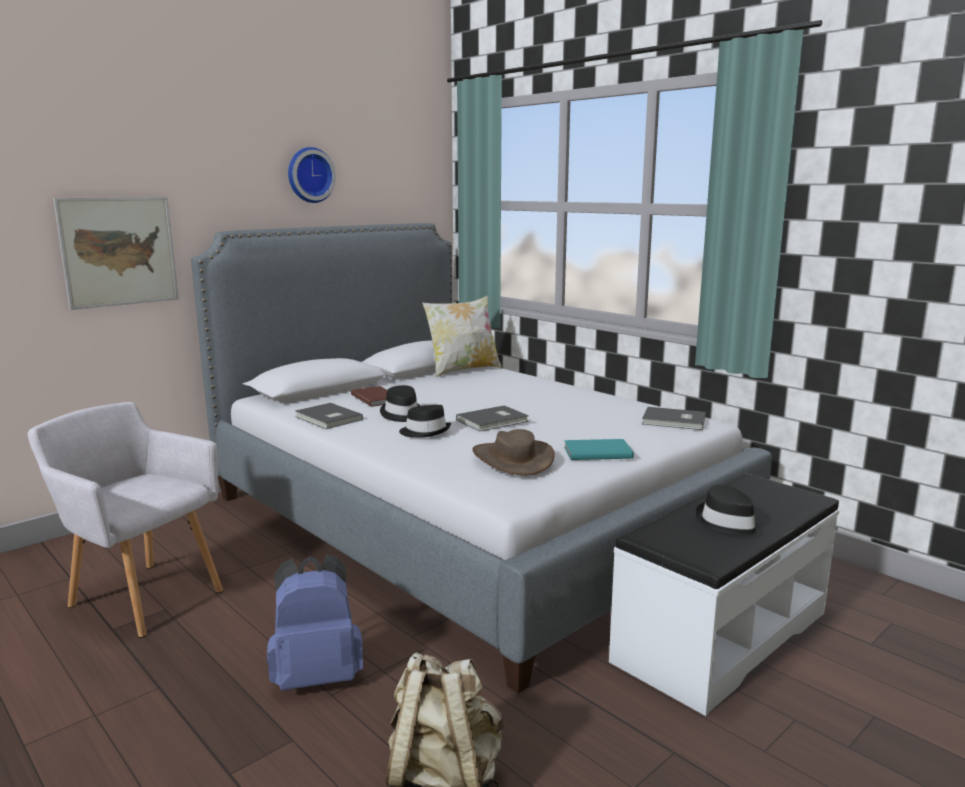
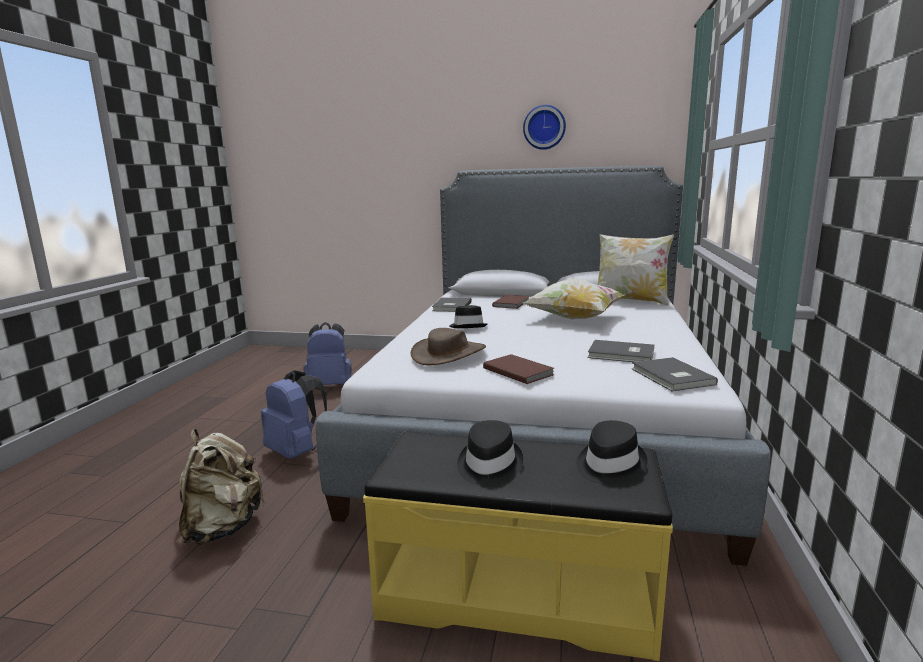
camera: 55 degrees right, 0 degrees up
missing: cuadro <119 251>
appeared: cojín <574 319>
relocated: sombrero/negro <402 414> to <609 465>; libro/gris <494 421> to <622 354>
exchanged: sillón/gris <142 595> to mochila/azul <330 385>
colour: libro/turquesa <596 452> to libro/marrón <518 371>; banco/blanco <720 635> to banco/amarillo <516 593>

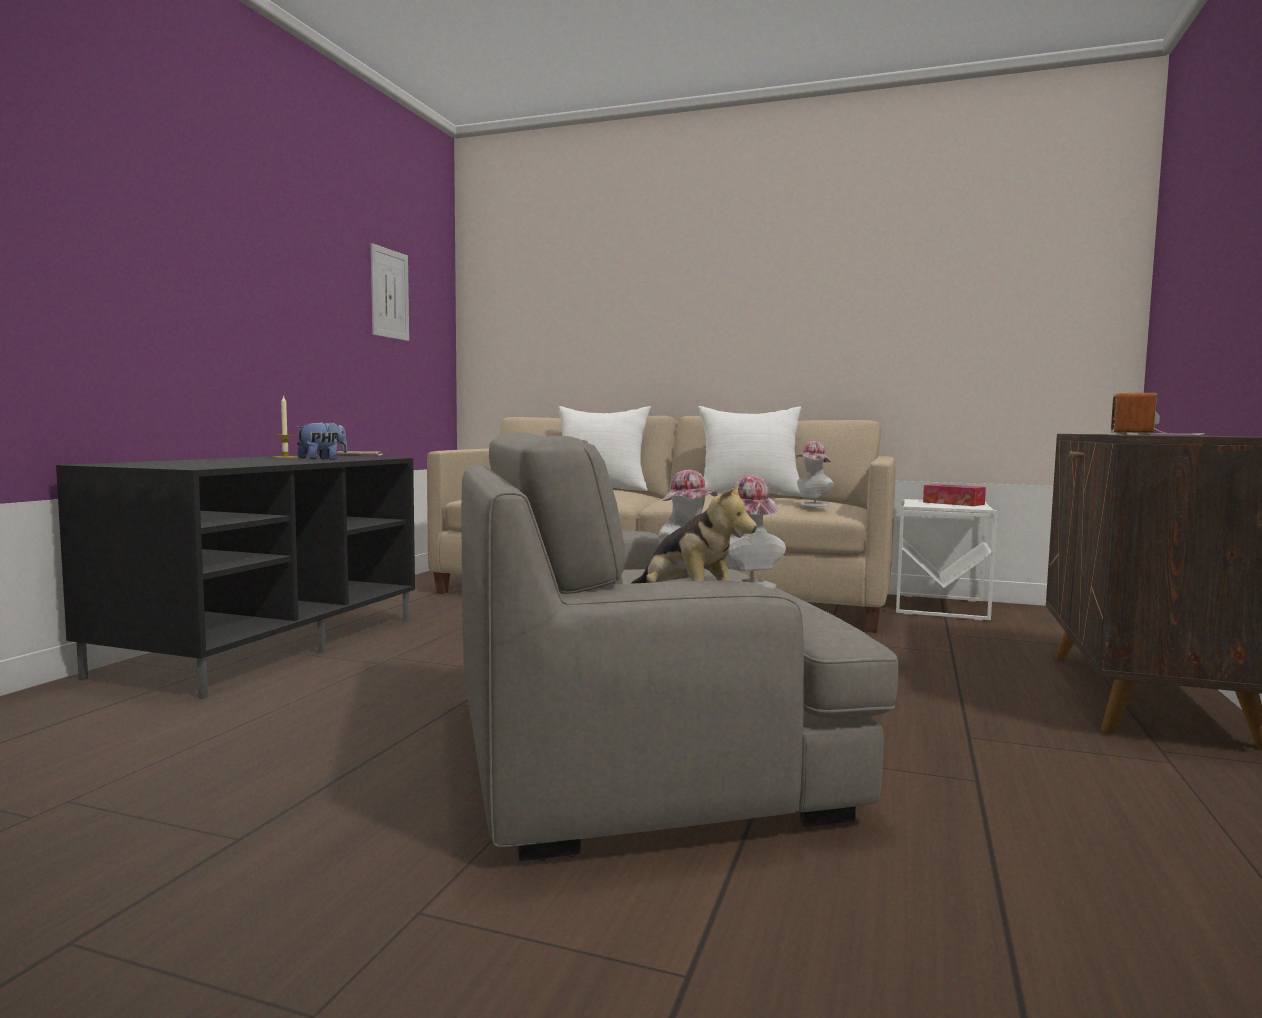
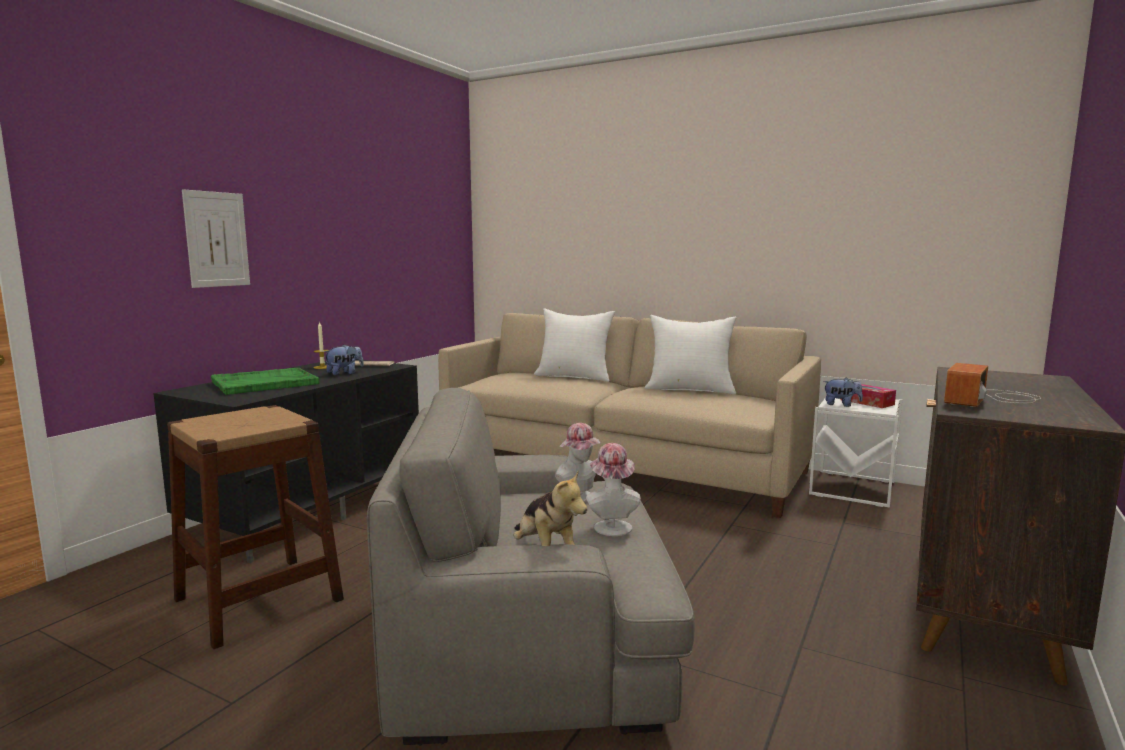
camera: 10 degrees right, 5 degrees up
missing: sombrero <812 505>
appeared: taburete/marrón <258 599>; bandeja/verde <264 383>; peluche <841 405>
relocated: cuadro <389 294> to <217 239>

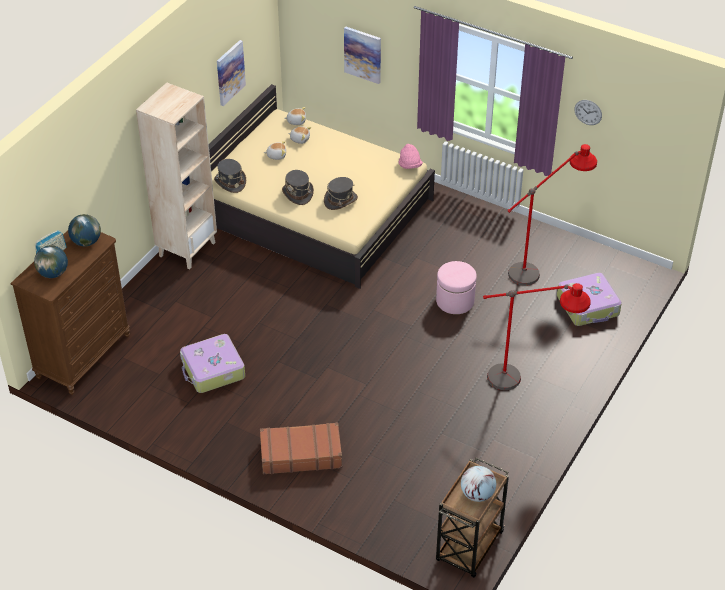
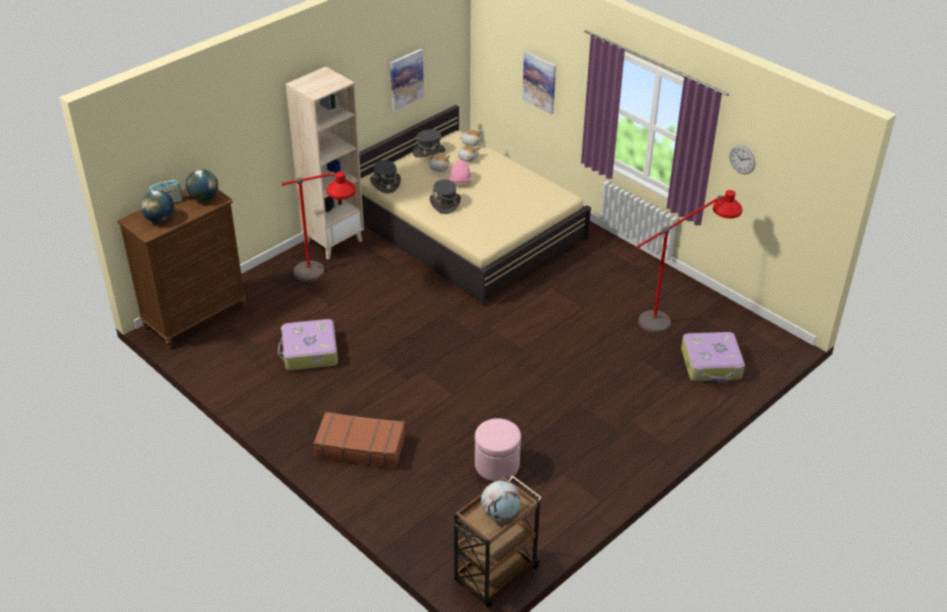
camera: 15 degrees right, 5 degrees down
relocated: sombrero/gris <340 200> to <429 152>; sombrero/rosa <410 165> to <460 181>; puf/rosa <455 301> to <497 465>; lámpara de pie/rojo <526 385> to <325 281>

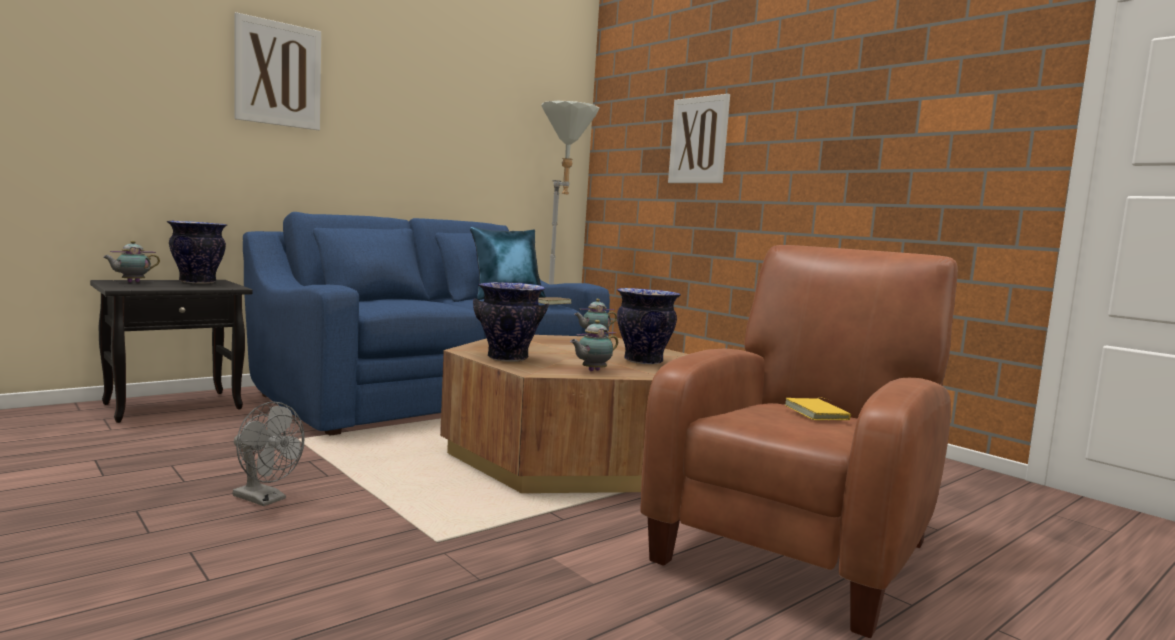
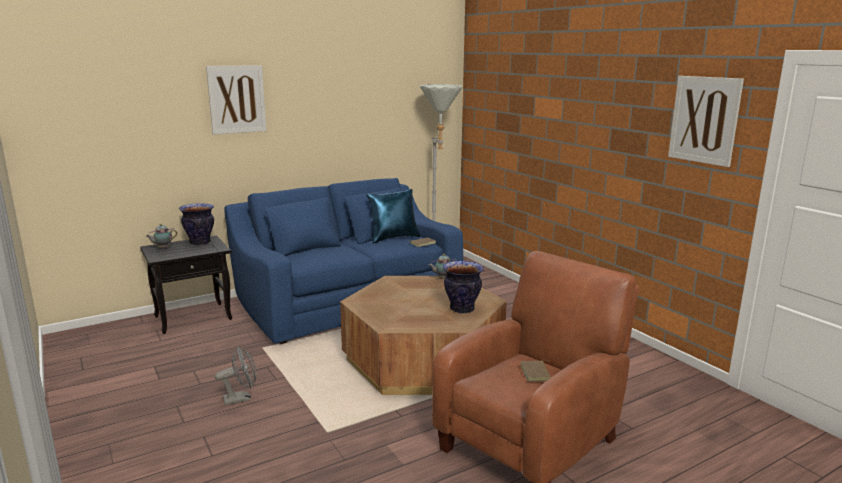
camera: 10 degrees right, 10 degrees up
missing: florero <507 358>; tetera <592 371>
relocated: cuadro <698 140> to <704 120>
colour: libro/amarillo <818 413> to libro/marrón <536 373>
spun: ventilador/gris <265 499> = <241 398> 60 degrees counterclockwise

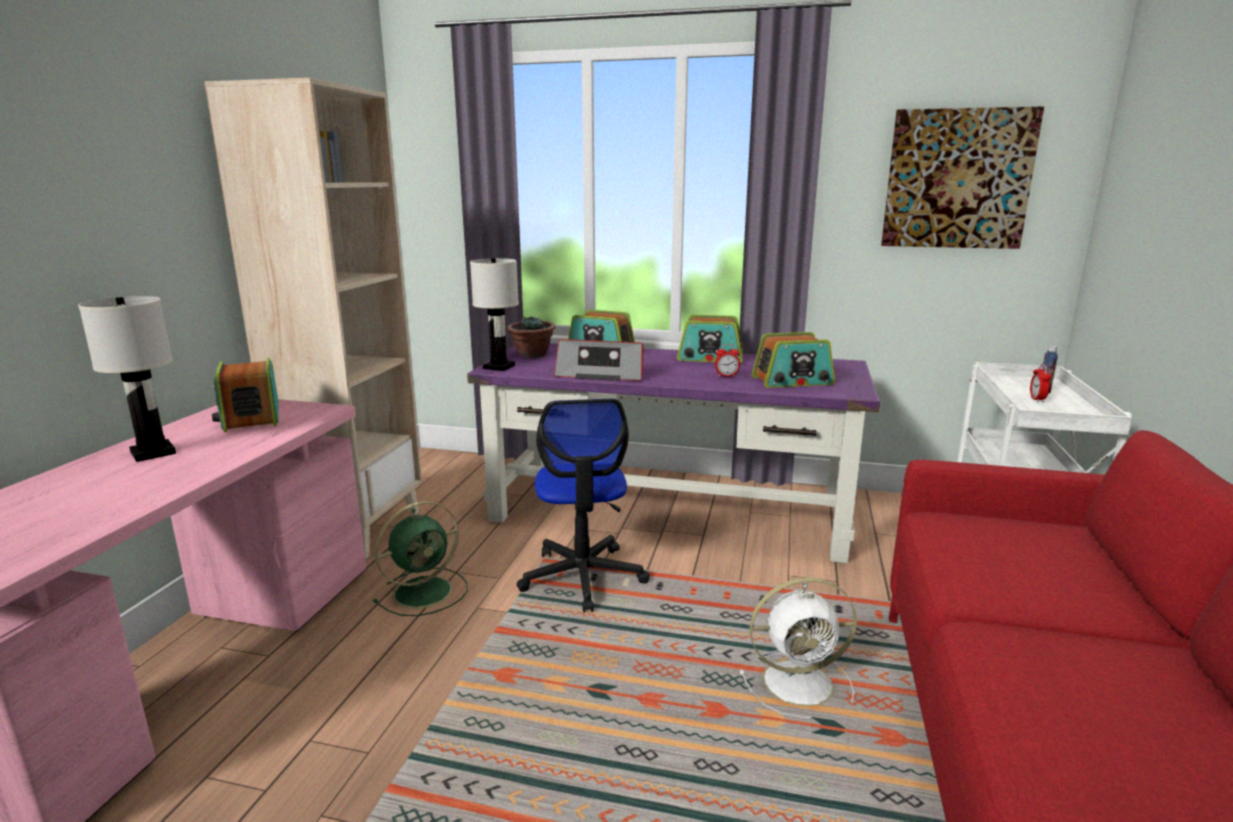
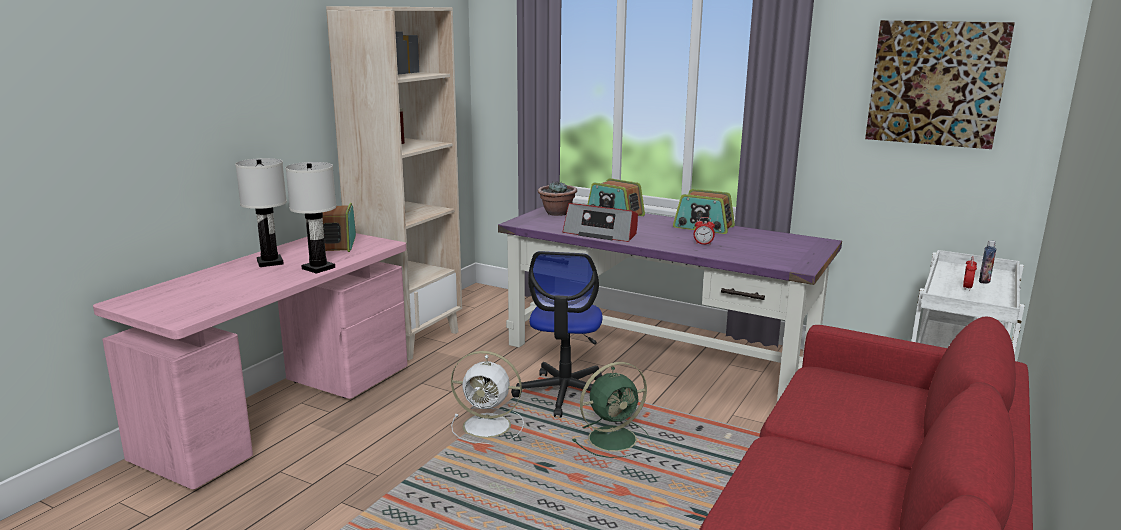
camera: 15 degrees right, 0 degrees up
missing: radio <792 381>
relocated: ventilador/verde <425 591> to <614 438>; lámpara de mesa/blanco <498 367> to <318 268>; ventilador/blanco <801 683> to <489 426>

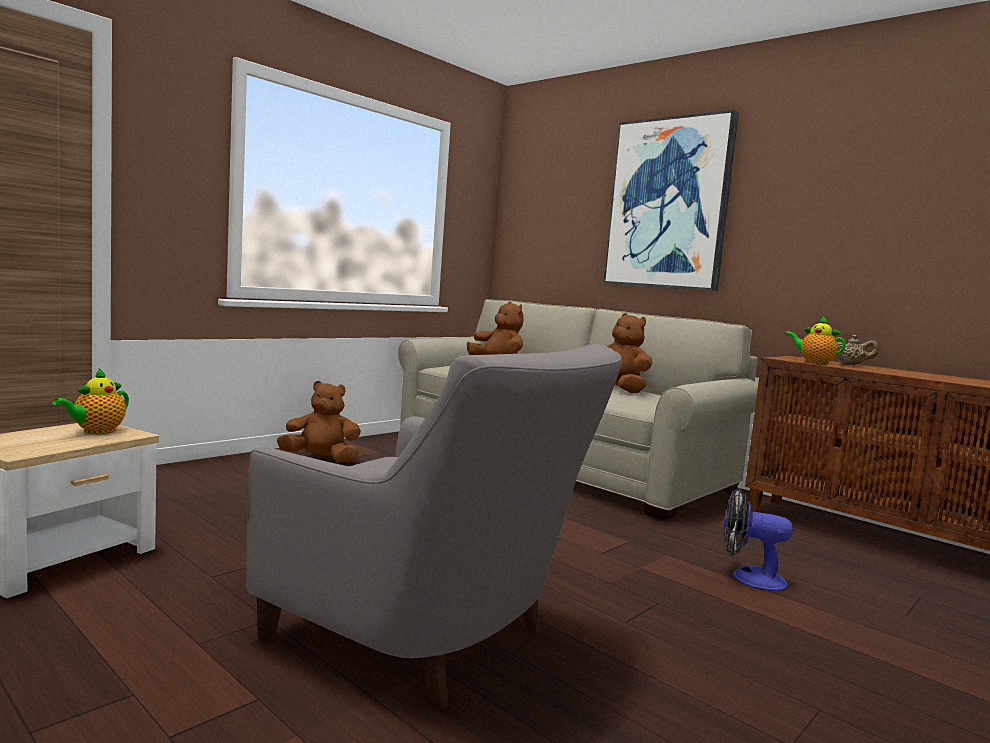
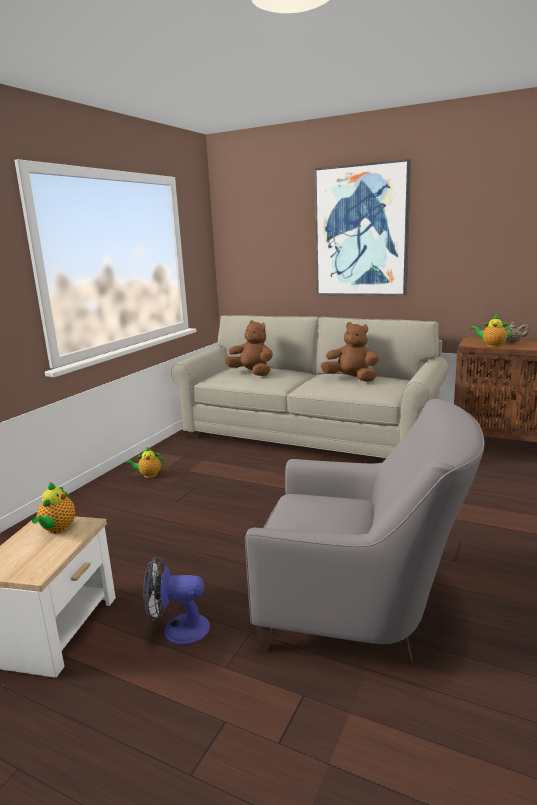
camera: 15 degrees left, 10 degrees up
relocated: ventilador <748 578> to <178 629>
exchanged: peluche/marrón <321 459> to tetera <148 475>

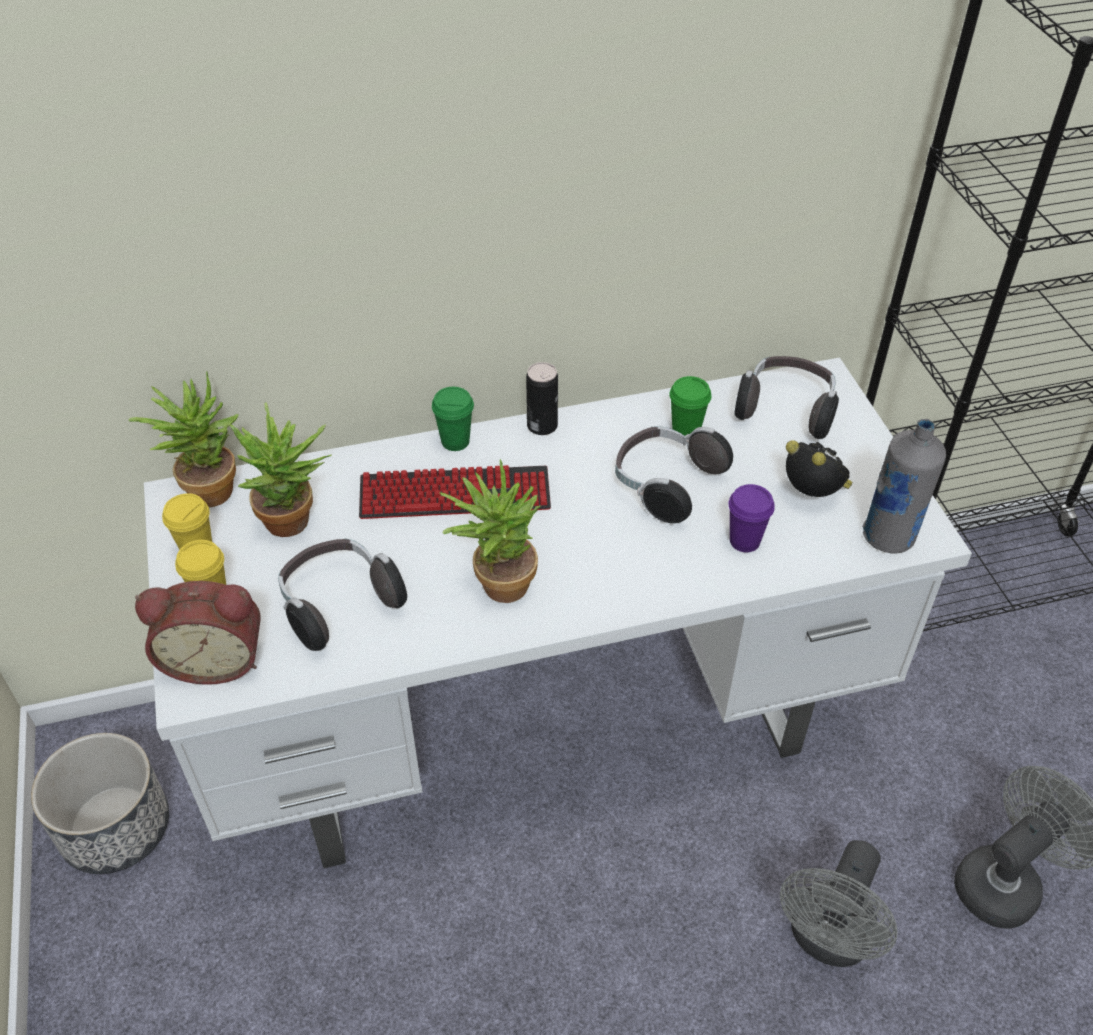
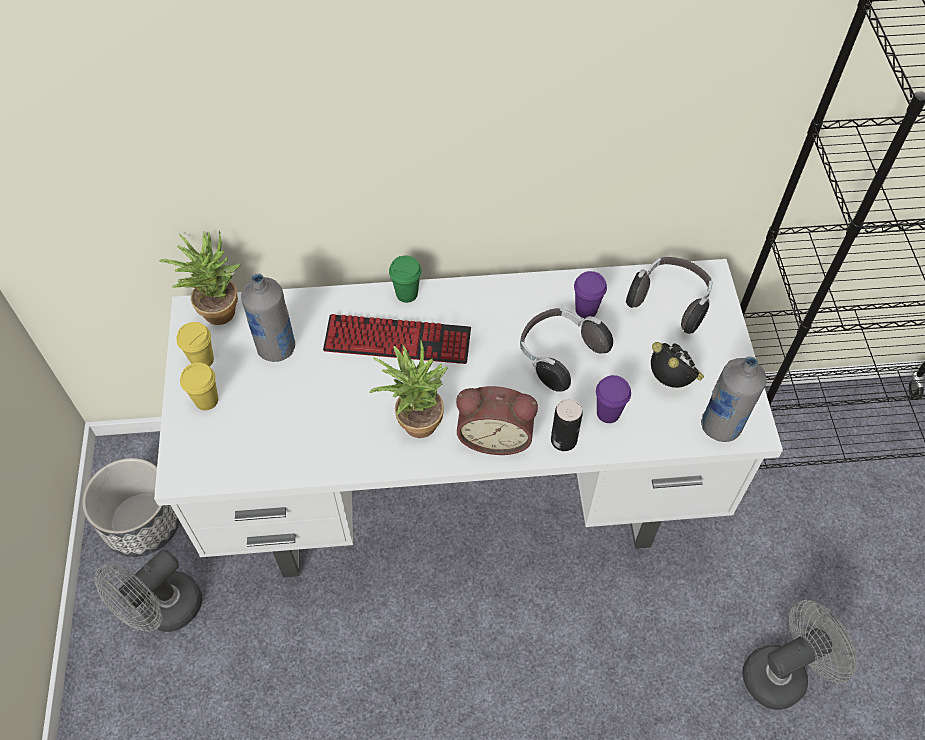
camera: 10 degrees right, 10 degrees up
missing: auriculares <338 604>
relocated: despertador <215 659> to <495 435>; lata <542 426> to <563 440>; ventilador/gris <827 940> to <164 611>
exchanged: planta en maceta <296 523> to botella/gris <276 348>
colour: taza/verde <686 431> to taza/morado <586 309>

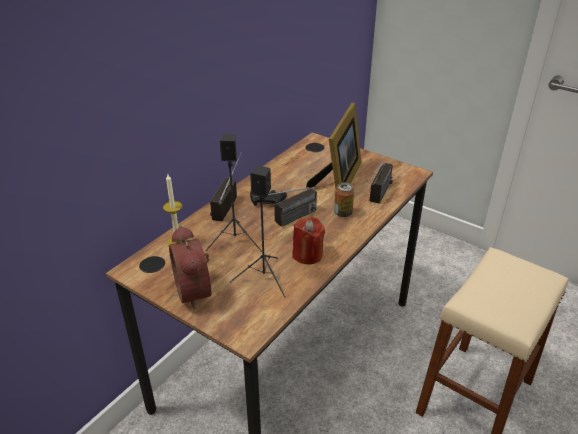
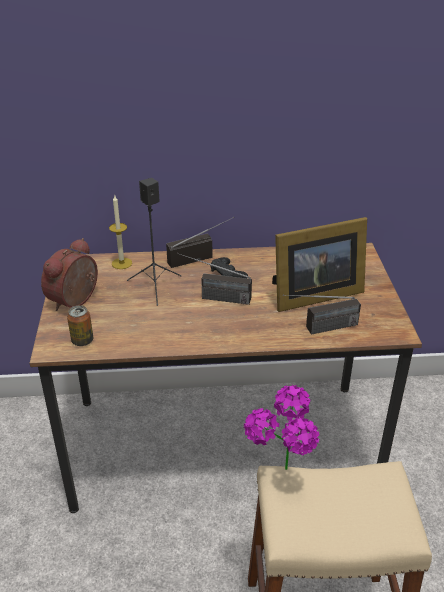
camera: 50 degrees right, 0 degrees up
missing: altavoz/negro <264 278>; vela/rojo <307 255>
appeared: planta en maceta <281 479>
relocated: lata <343 213> to <82 341>

